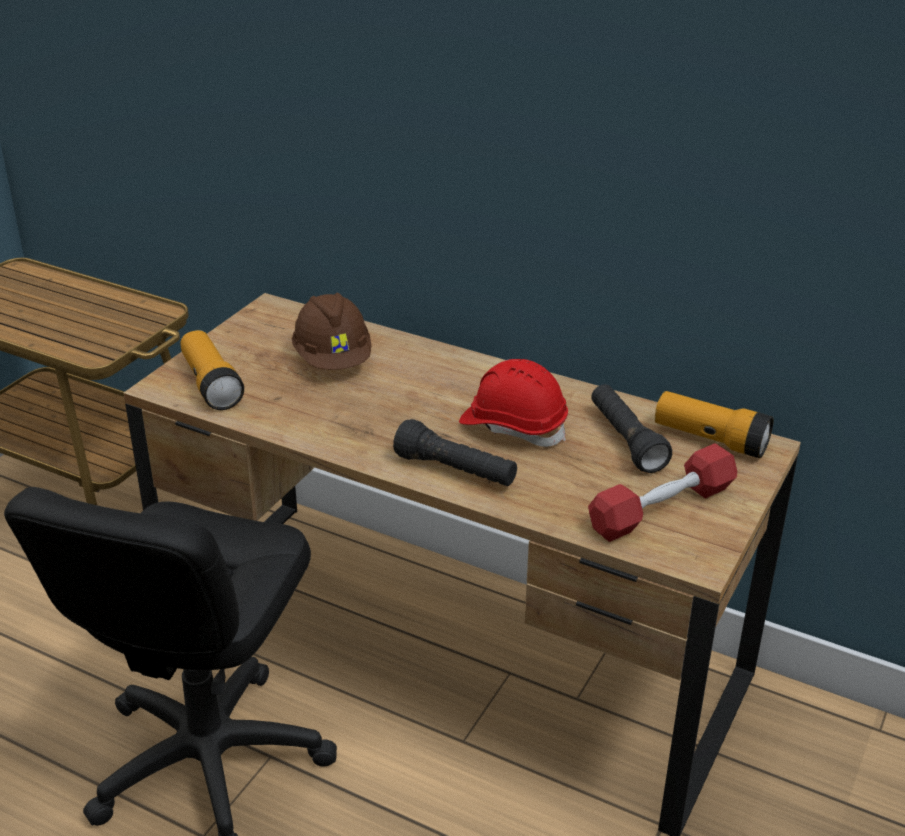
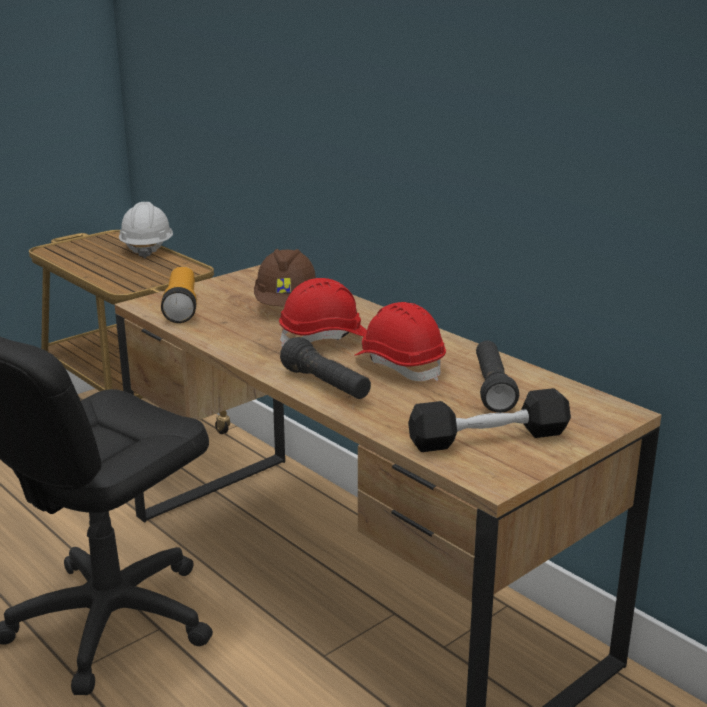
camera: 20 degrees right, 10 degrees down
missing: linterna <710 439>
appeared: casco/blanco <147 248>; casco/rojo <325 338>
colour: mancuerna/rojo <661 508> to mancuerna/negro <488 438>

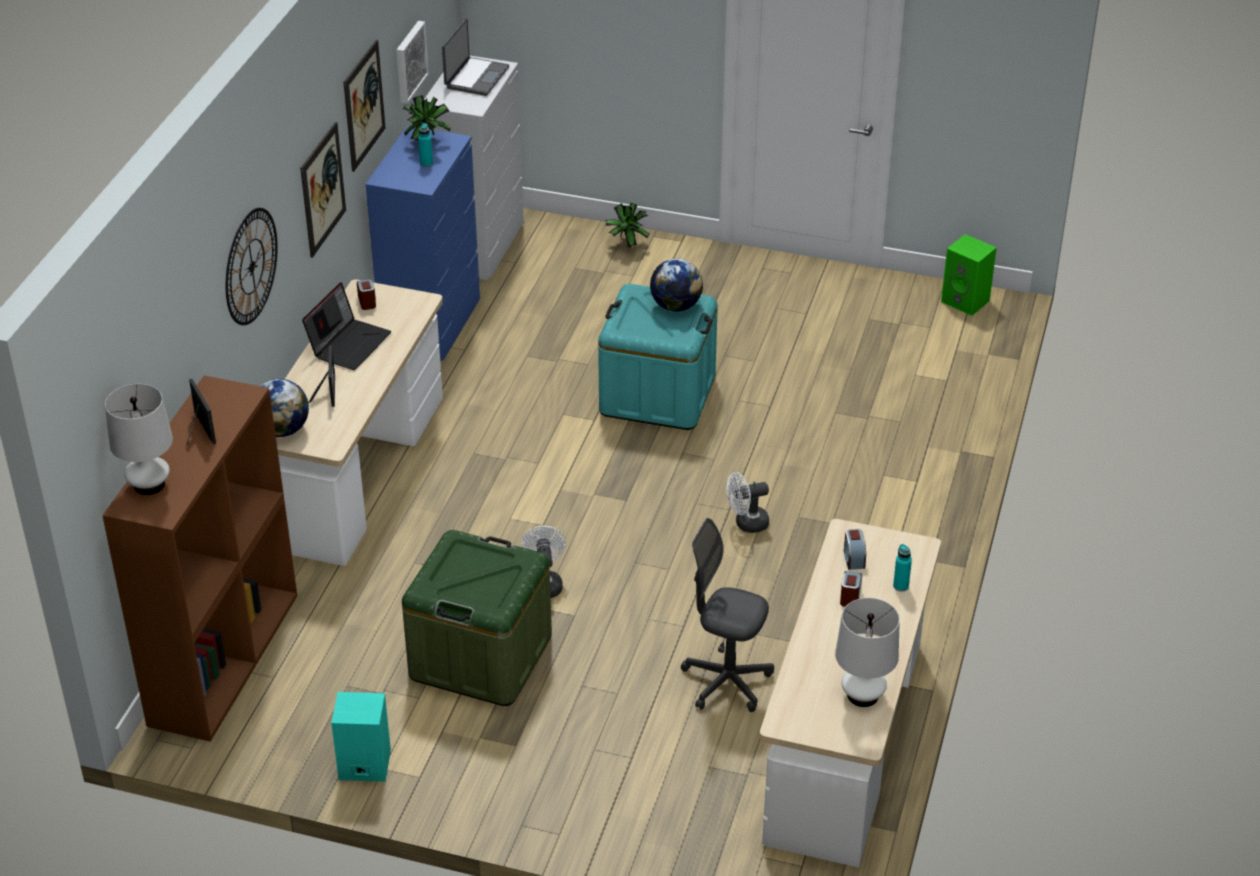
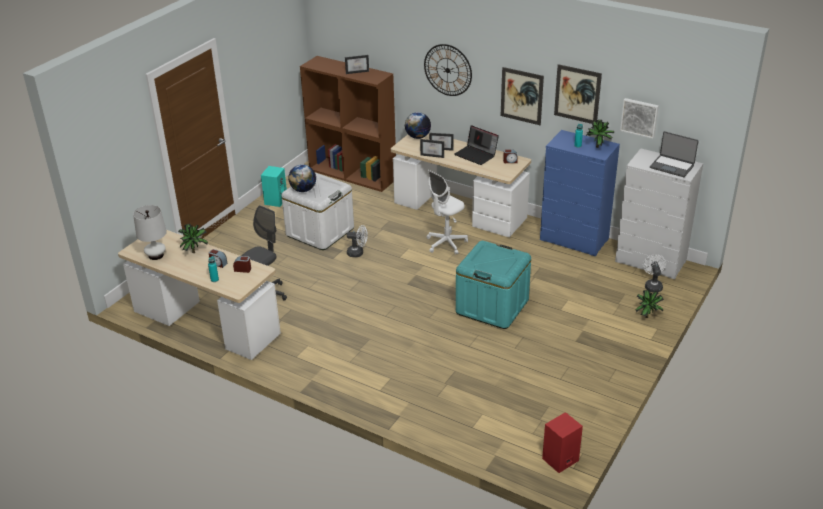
camera: 105 degrees right, 5 degrees down
missing: lámpara de mesa/blanco <149 484>
appeared: planta en maceta <195 251>; portarretratos <433 155>; silla de oficina/blanco <446 244>
relocated: globo terráqueo <676 306> to <303 190>; ventilador/blanco <746 523> to <652 285>
colour: caja de almacenaje/verde <481 656> to caja de almacenaje/blanco <320 232>; altavoz/verde <966 301> to altavoz/rojo <560 460>

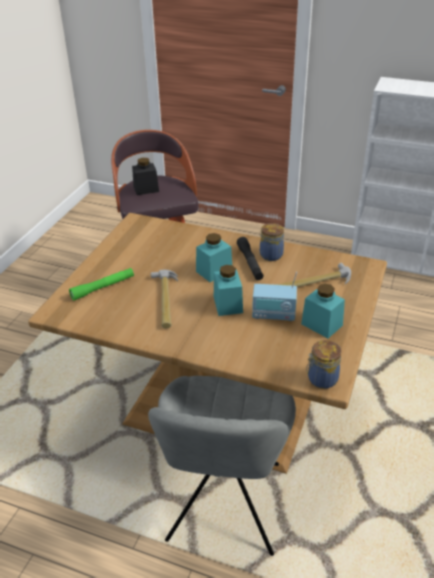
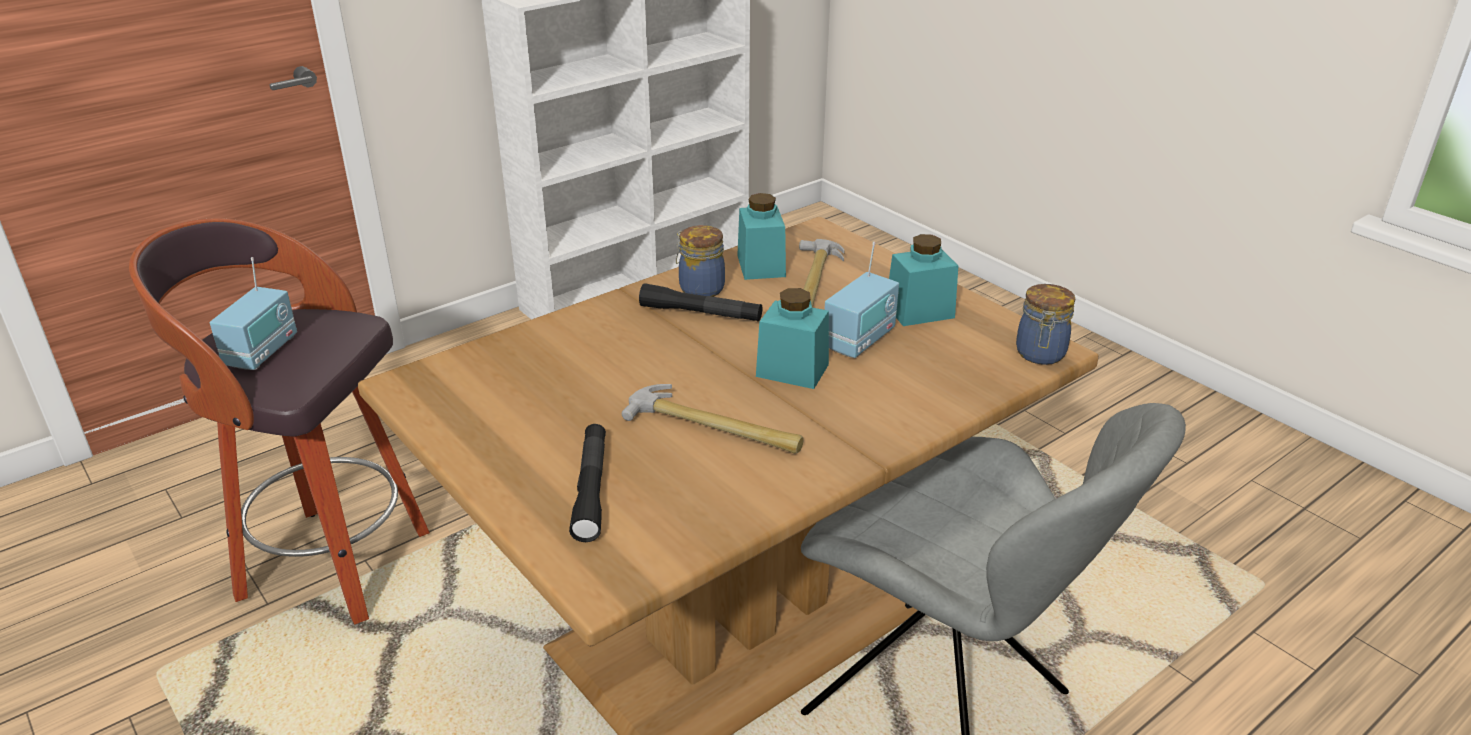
camera: 60 degrees left, 5 degrees down
relocated: tarro/turquesa <214 271> to <761 266>
exchanged: tarro/negro <146 189> to radio <262 352>
colour: linterna/verde <103 288> to linterna/negro <591 489>

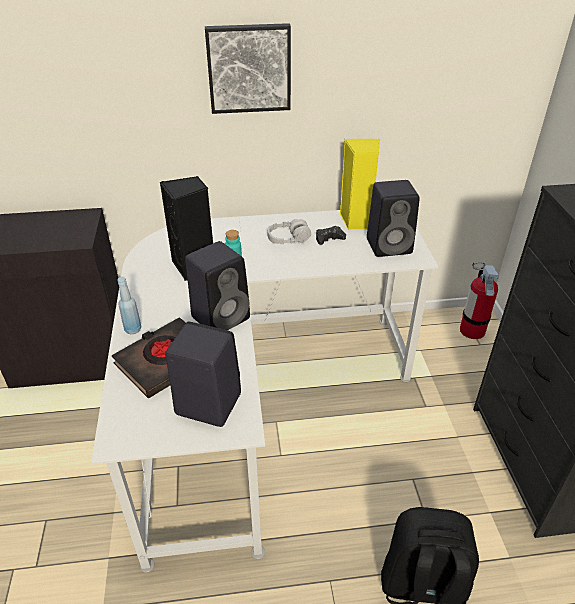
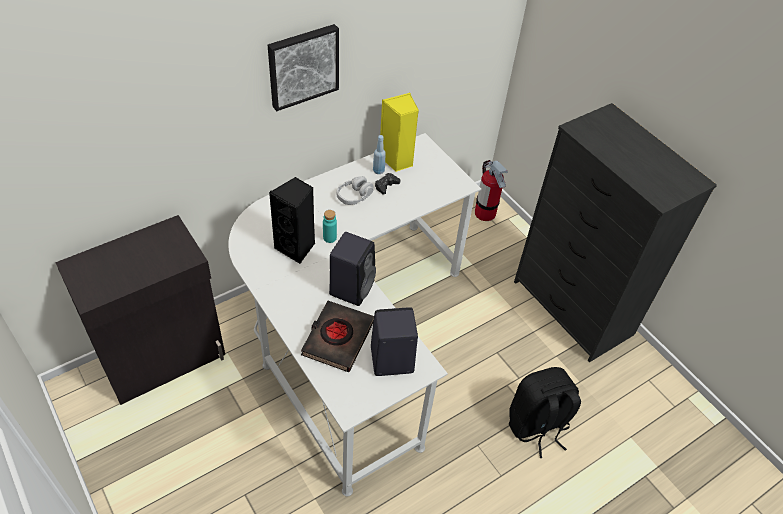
camera: 30 degrees left, 10 degrees up
missing: altavoz/negro <390 245>
relocated: botella/azul <133 329> to <378 171>

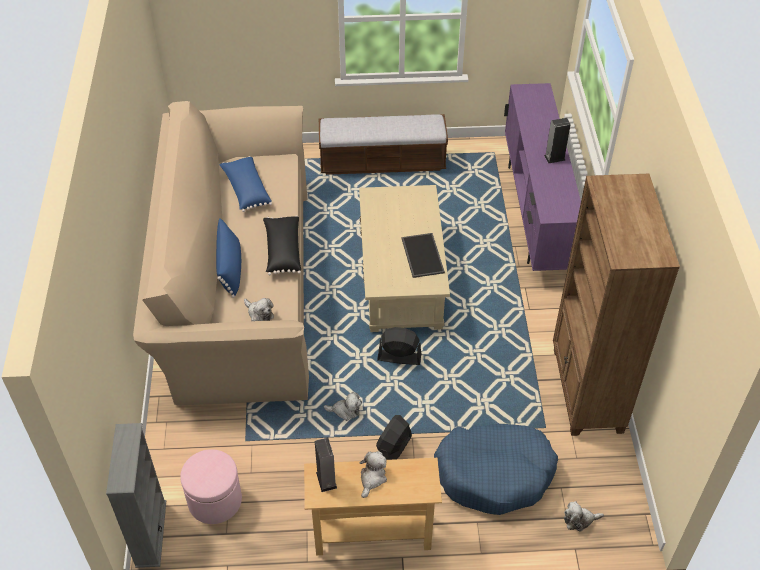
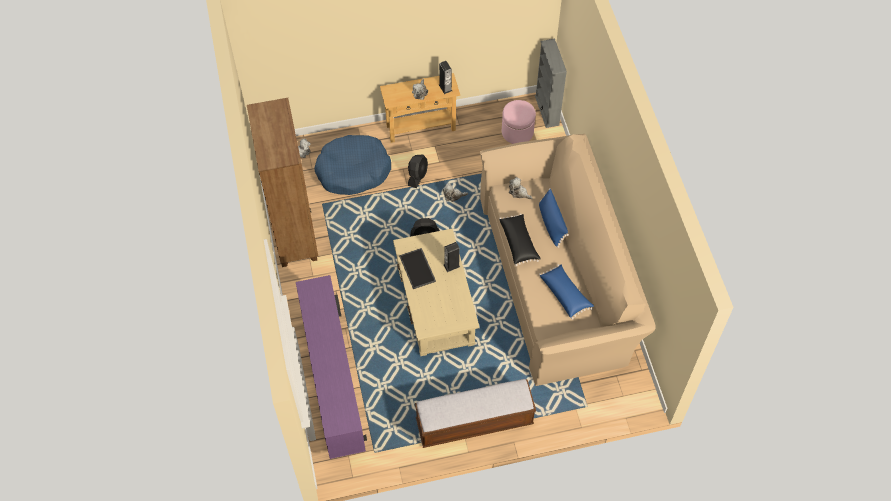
camera: 170 degrees right, 10 degrees up
relocated: altavoz <554 157> to <451 265>

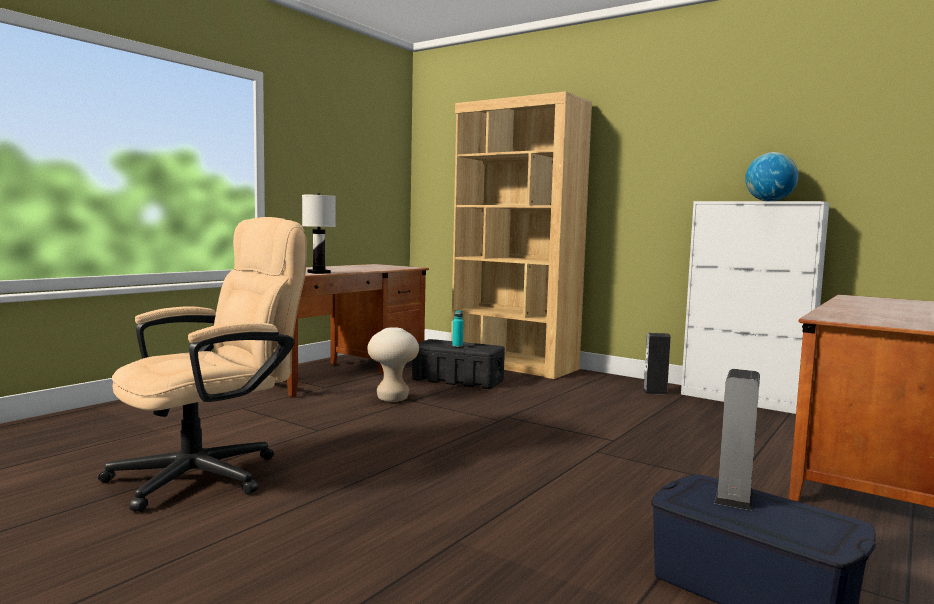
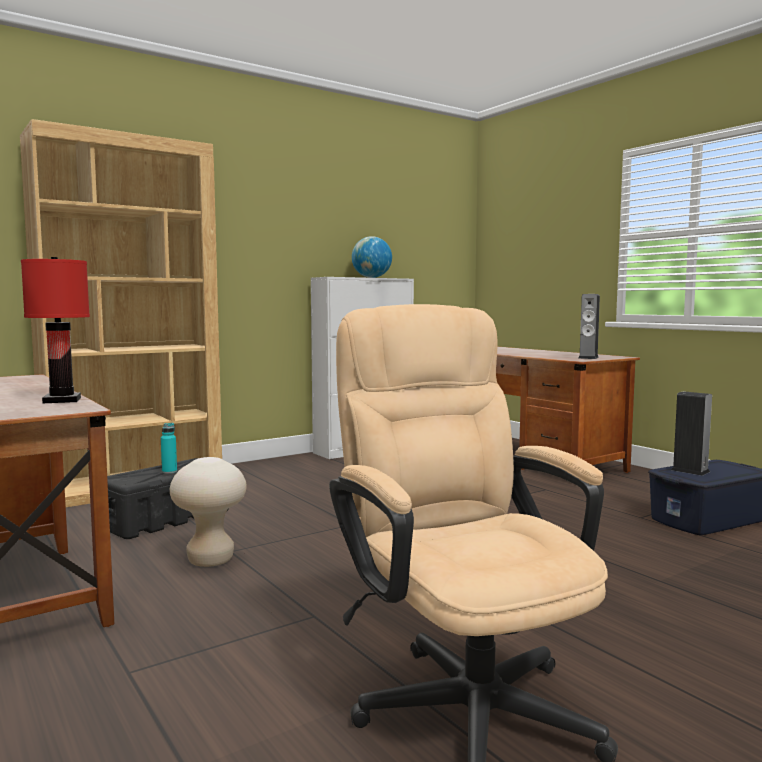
camera: 70 degrees left, 0 degrees up
relocated: altavoz <655 392> to <588 357>
colour: lámpara de mesa/blanco <319 273> to lámpara de mesa/rojo <62 400>

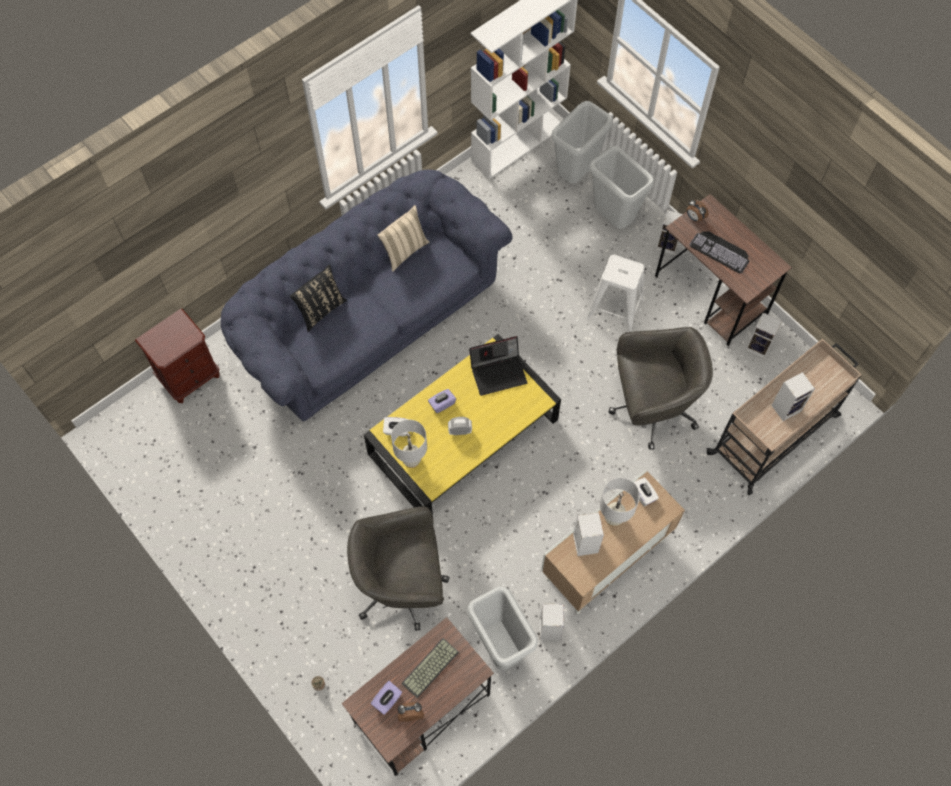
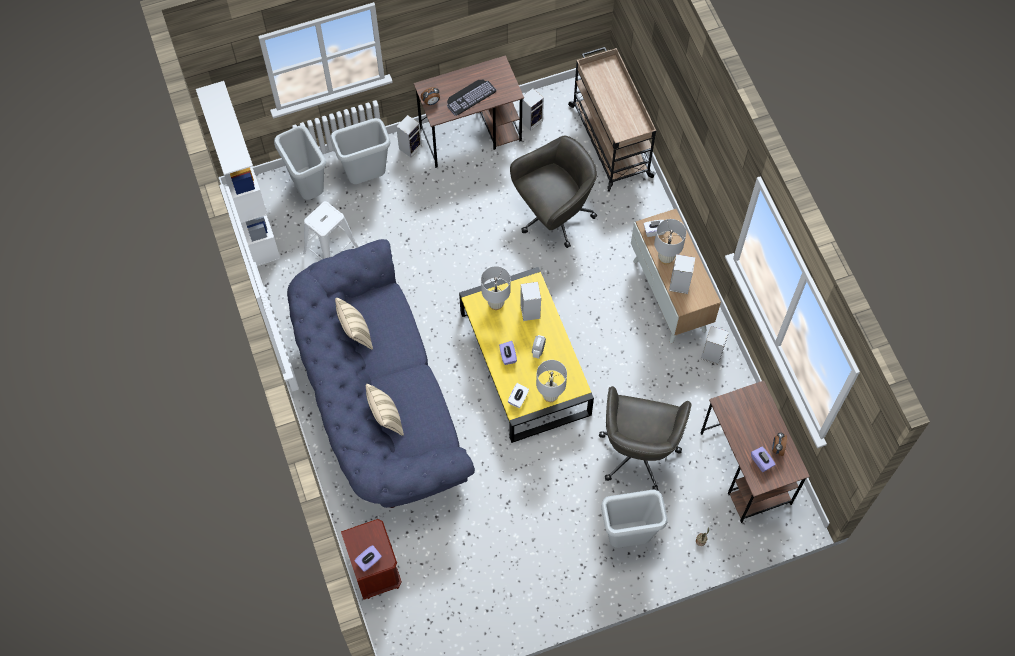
camera: 70 degrees left, 0 degrees up
missing: teclado <430 669>
appeared: caja de pañuelos/morado <369 561>
relocated: papelera/gris <499 648> to <627 538>; taburete/blanco <615 309> to <331 250>; altavoz <786 407> to <529 310>
exchanged: portátil <499 372> to lámpara de mesa/blanco <496 303>
colour: cojín/negro <321 309> to cojín/beis <385 418>
spun: silla de oficina/gris <651 407> = <553 215> 45 degrees clockwise

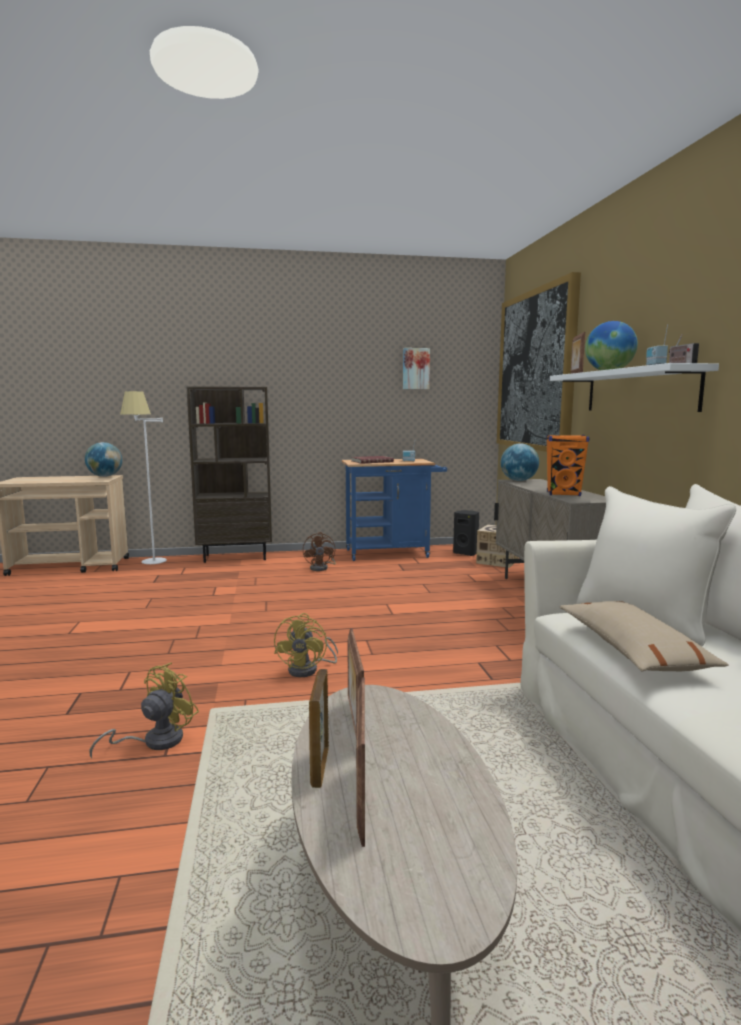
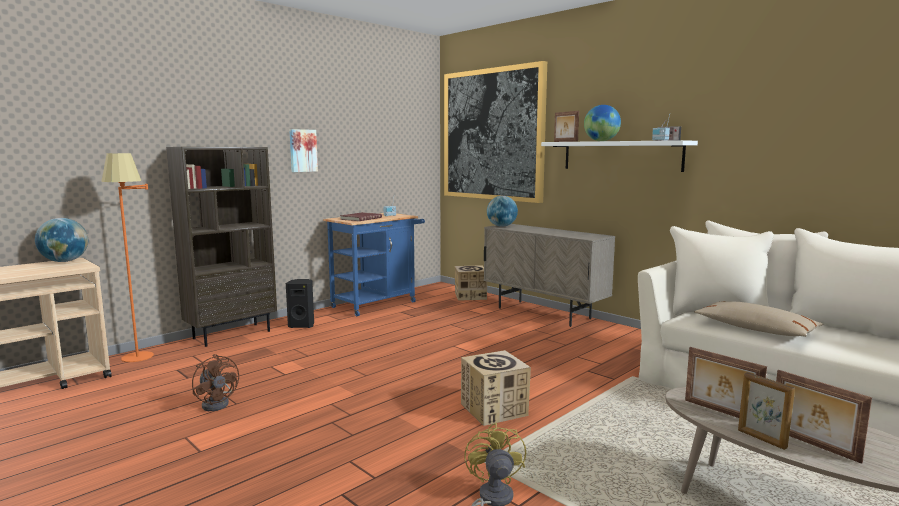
camera: 35 degrees left, 0 degrees up
missing: altavoz/naranja <563 494>
relocated: ventilador/marrón <321 568> to <218 403>; cuadro <415 368> to <302 150>; altavoz/negro <466 553> to <302 325>
exchanged: ventilador/amarillo <309 669> to caja de cartón <494 409>
colour: lámpara de pie/blanco <151 564> to lámpara de pie/naranja <140 360>

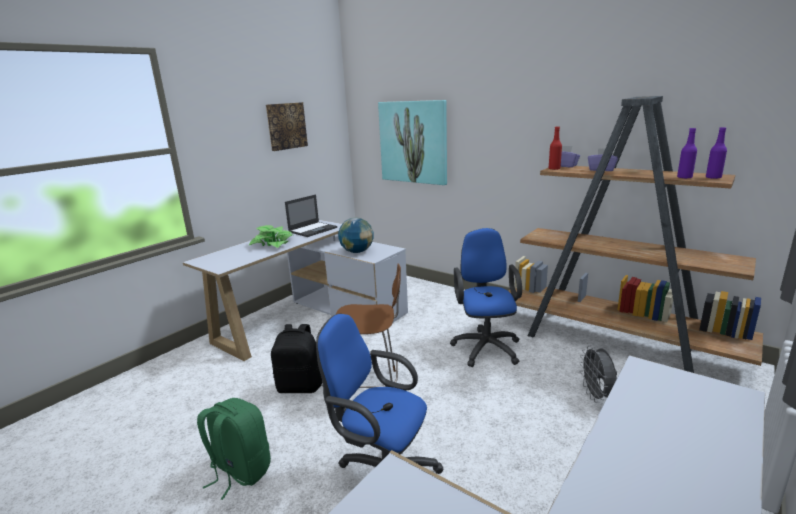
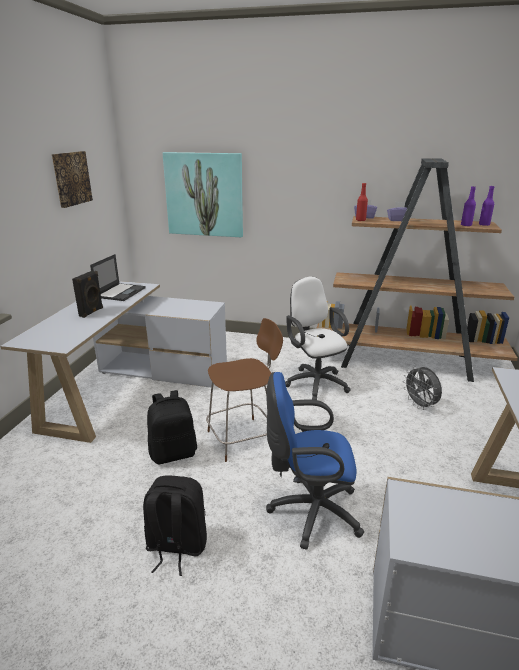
camera: 25 degrees left, 5 degrees up
missing: globo terráqueo <357 252>
exchanged: planta en maceta <273 243> to altavoz/negro <92 312>
colour: mochila/verde <240 472> to mochila/negro <176 546>; silla de oficina/azul <486 346> to silla de oficina/blanco <314 382>

